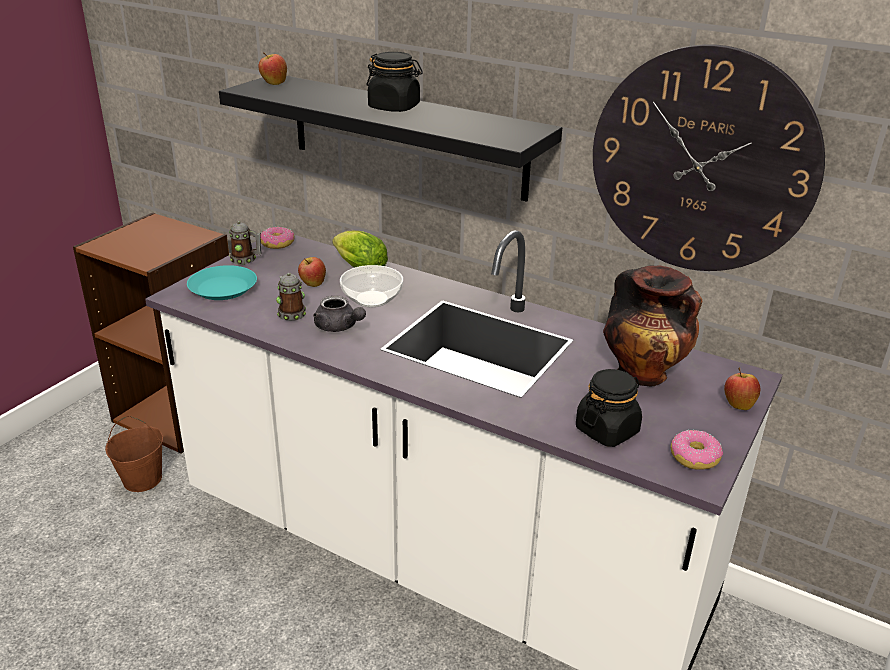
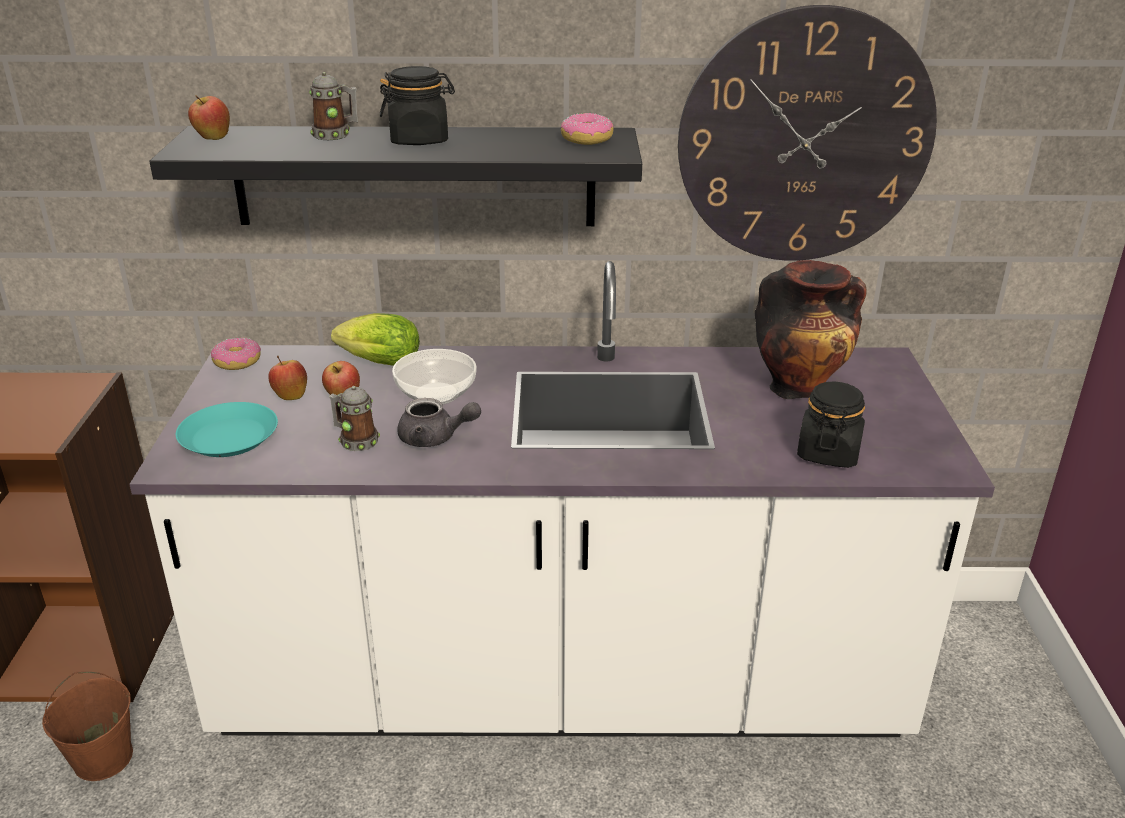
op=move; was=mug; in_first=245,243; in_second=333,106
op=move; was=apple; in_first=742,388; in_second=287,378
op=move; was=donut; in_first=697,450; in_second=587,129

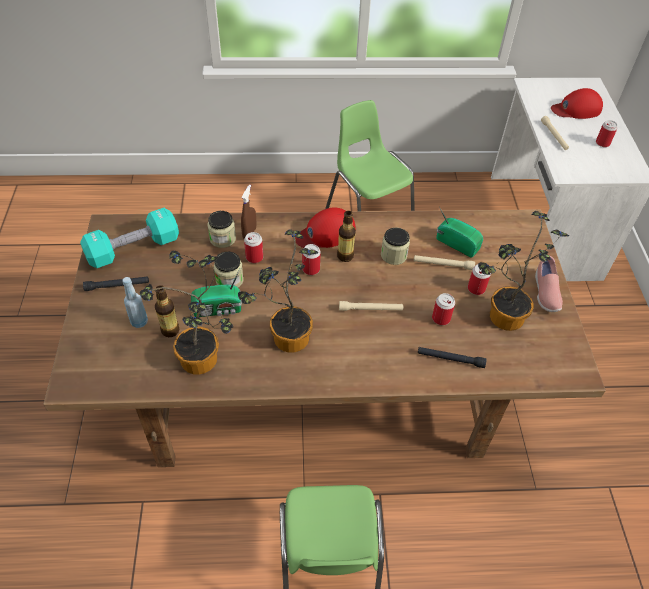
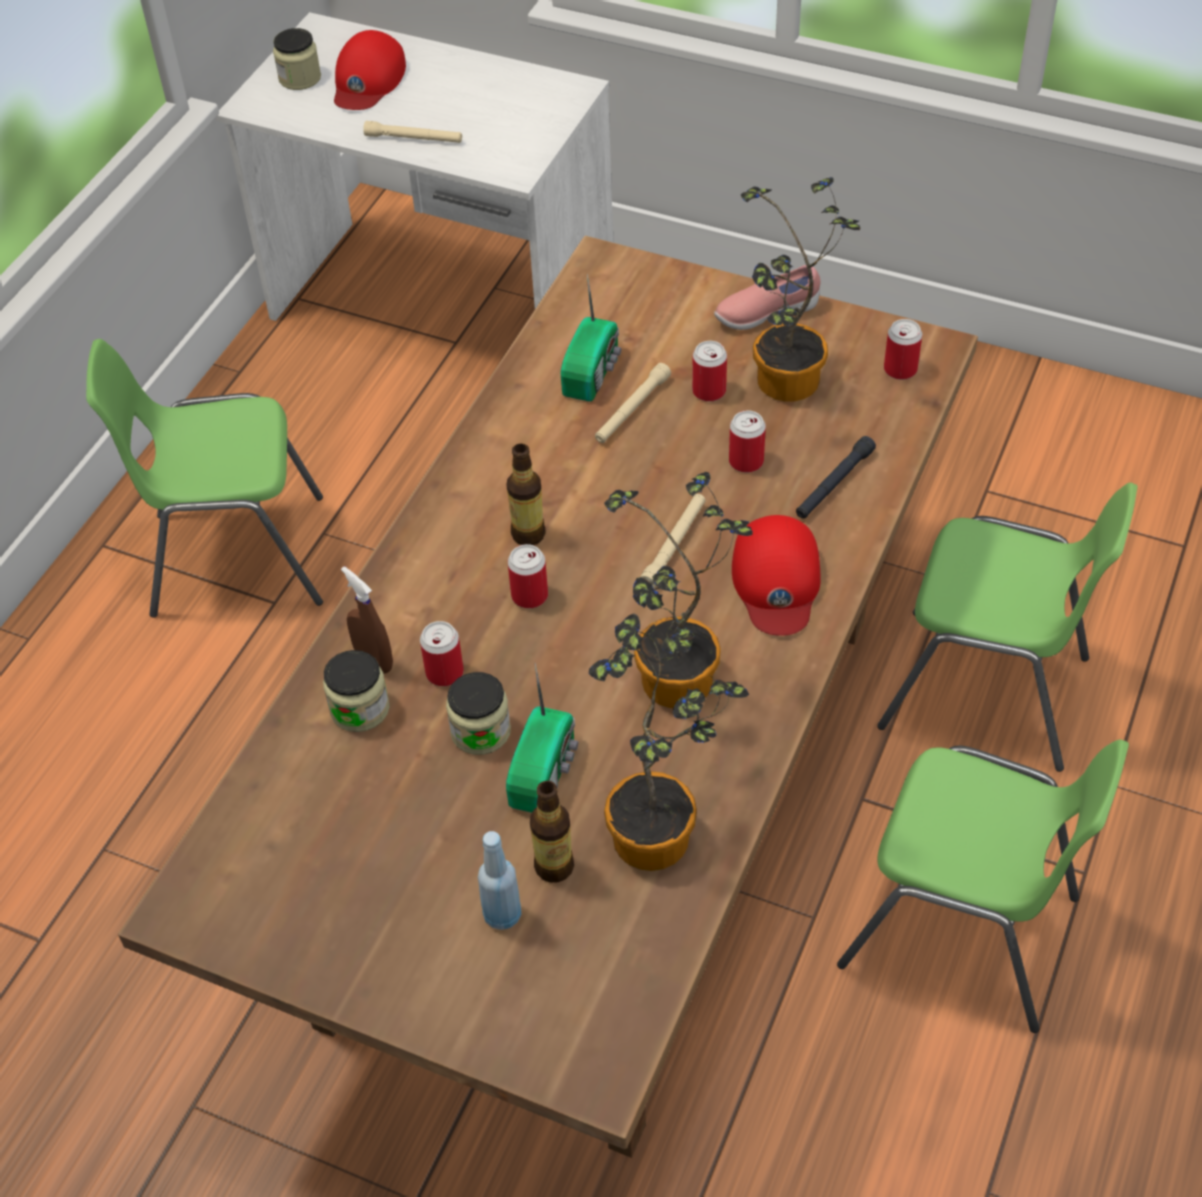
op=move; was=can; in_first=607,133; in_second=903,349
op=move; was=red cap; in_first=325,227; in_second=776,575
op=rotate; was=radio; in_first=459,232; in_second=591,338; clockwise=135
op=delete; was=turquoise dumbbell; in_first=129,238
op=move; was=jar; in_first=395,246; in_second=297,59
op=rotate; was=pink shoe; in_first=549,284; in_second=767,297; clockwise=135
op=delete; was=black flashlight; in_first=116,284
op=insert; now=green chair; in_second=1007,627

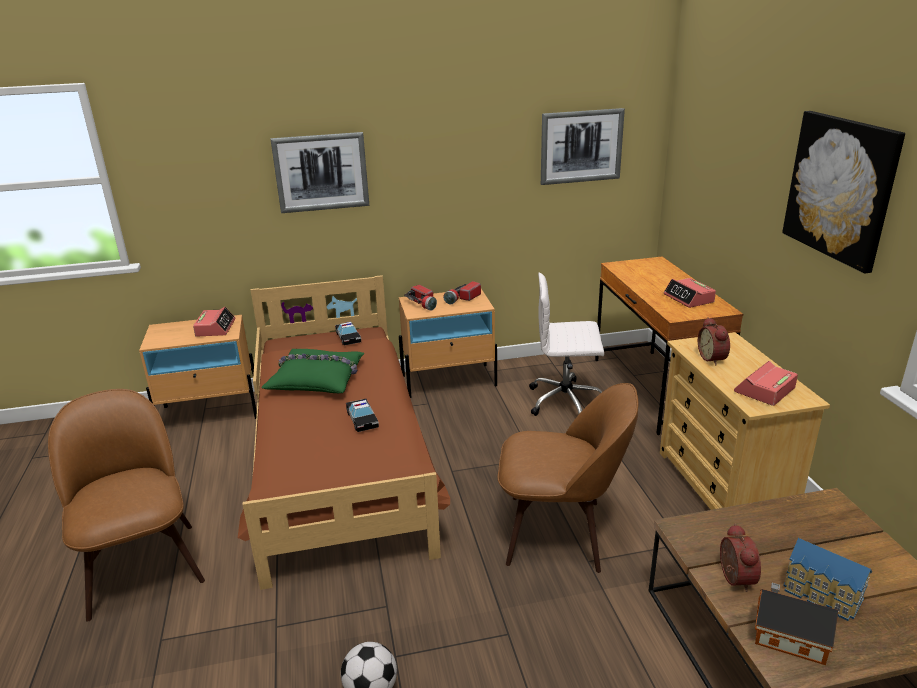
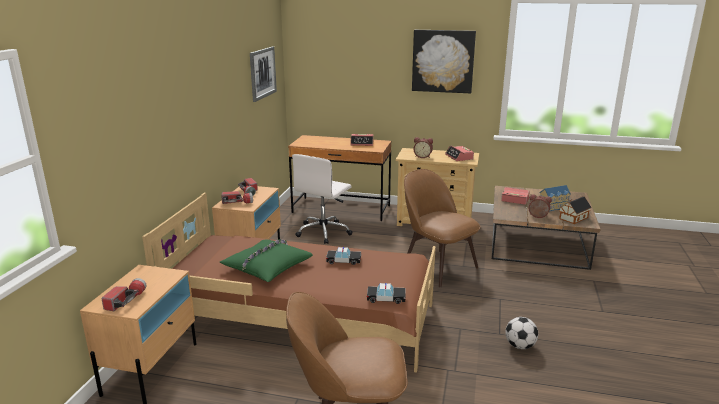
op=delete; was=picture; in_first=320,172
op=move; was=alarm clock; in_first=214,322; in_second=515,196
op=move; was=toy car; in_first=348,333; in_second=386,293
op=rotate; was=brown chair; in_first=568,478; in_second=442,228; clockwise=-75
op=insert; now=flashlight; in_second=124,294

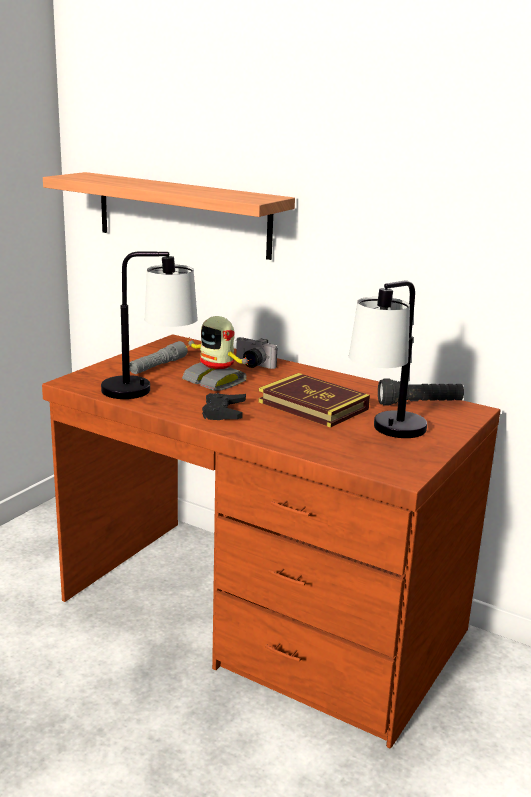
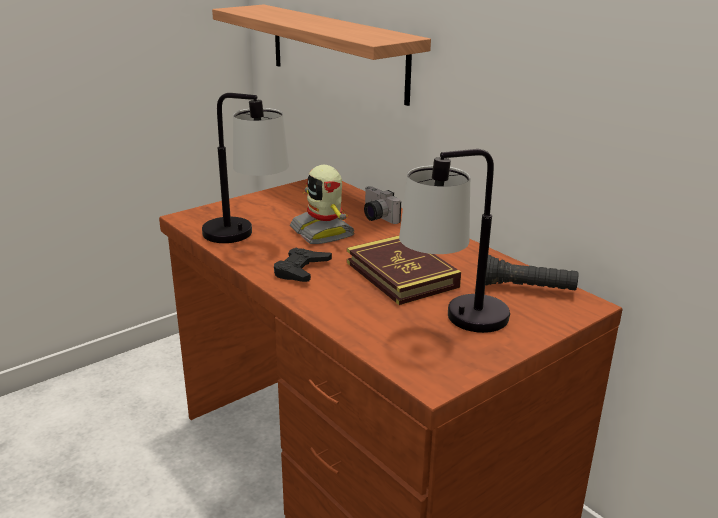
op=delete; was=grey flashlight; in_first=159,357

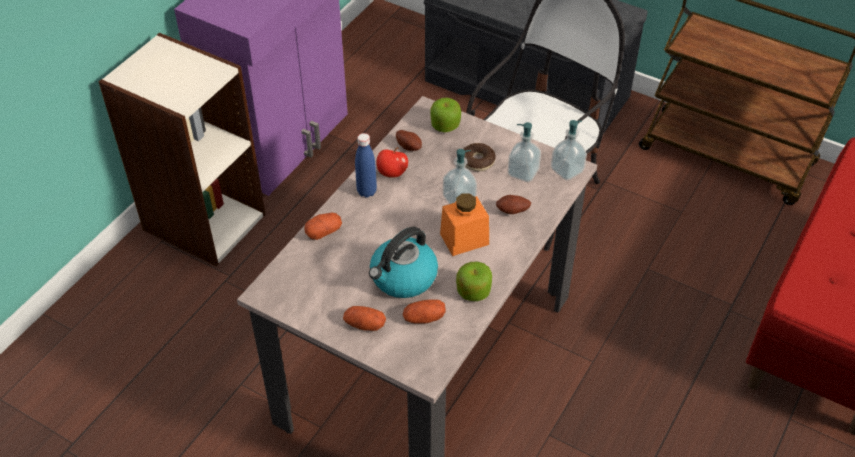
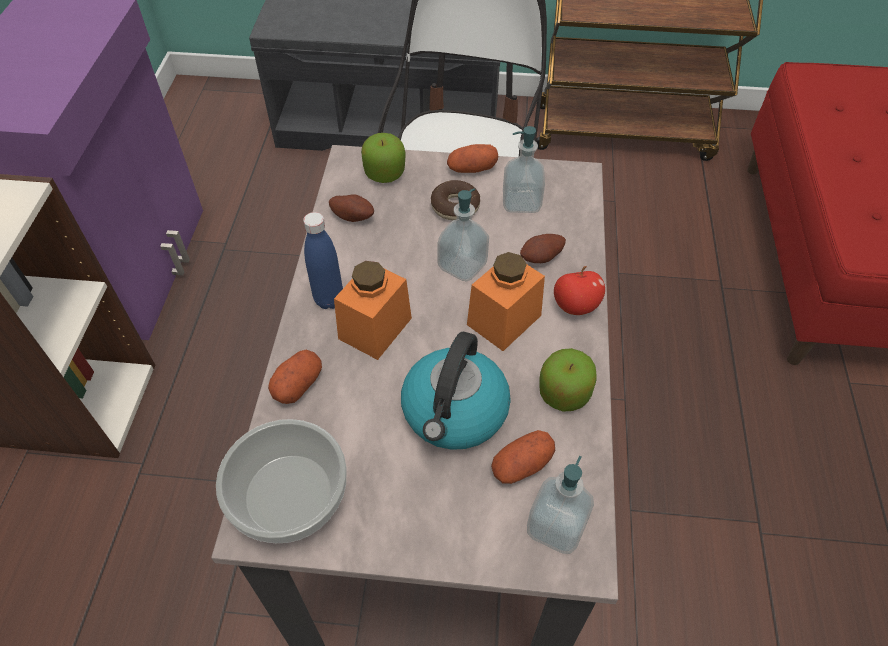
op=move; was=soap dispenser; in_first=569,150; in_second=560,505
op=move; was=apple; in_first=392,162; in_second=579,290
op=move; was=potato; in_first=364,318; in_second=472,158
op=insert; now=orange jar; in_second=373,310
op=insert; now=bowl; in_second=281,481

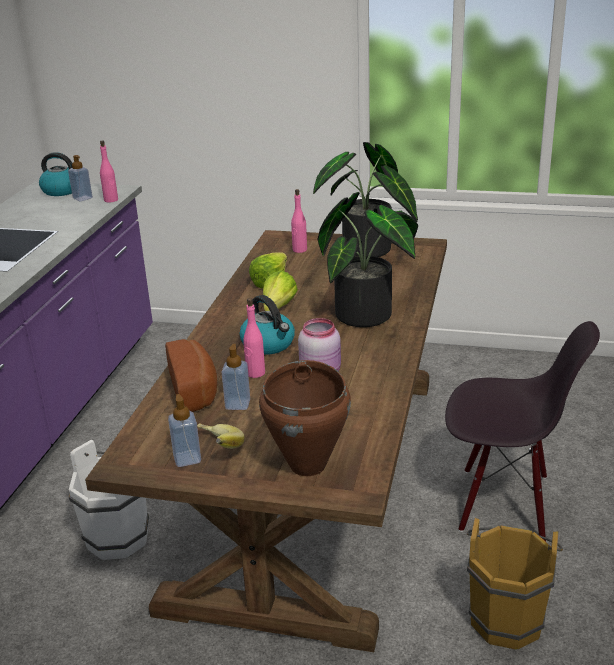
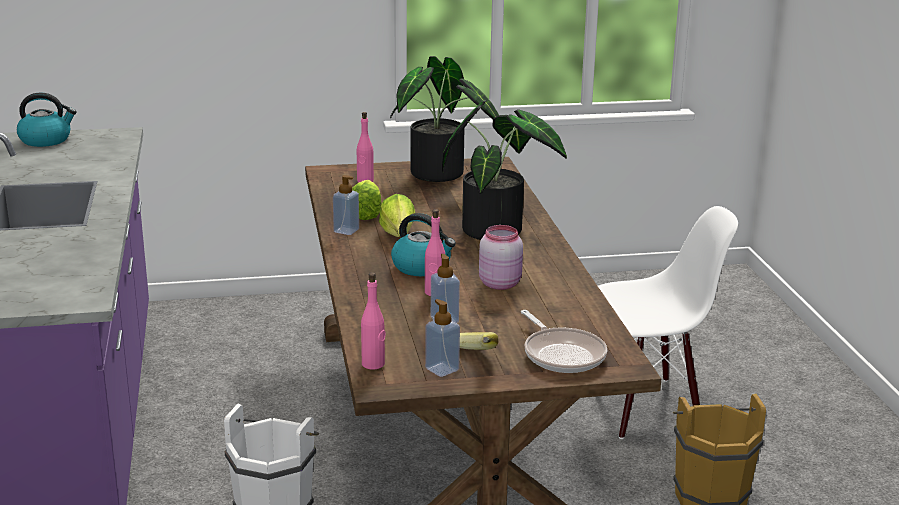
op=move; was=pink bottle; in_first=109,172; in_second=373,320
op=move; was=soap dispenser; in_first=80,178; in_second=346,205
op=recolor; was=black chair; now=white chair; in_first=522,431; in_second=668,322
op=delete; was=bread; in_first=191,375
op=replace; was=brown cooking pot; now=frying pan; in_first=305,418; in_second=564,341

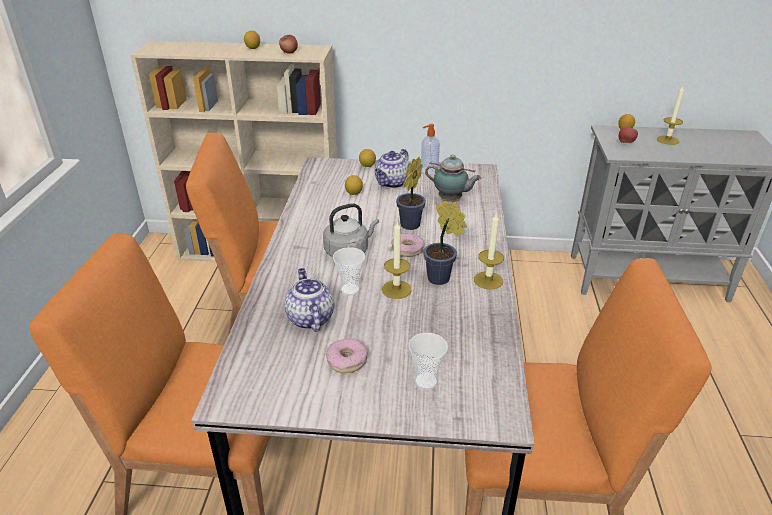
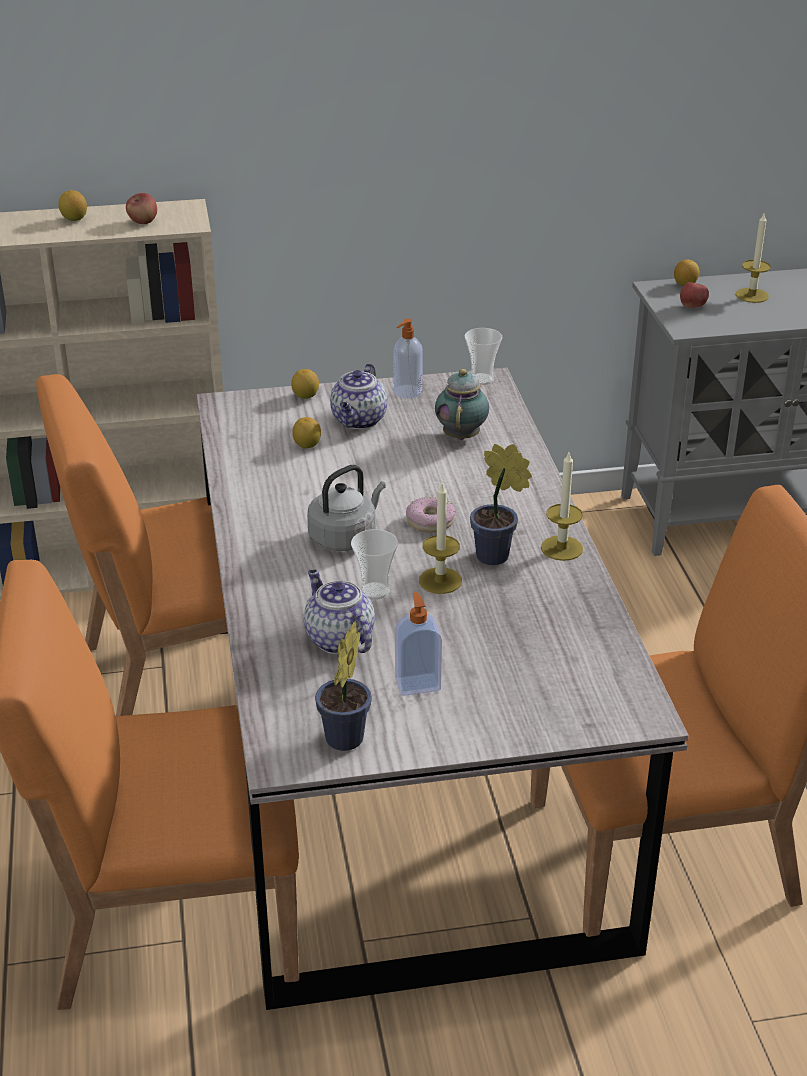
op=rotate; was=teapot; in_first=453,177; in_second=462,404; clockwise=-90
op=move; was=potted plant; in_first=411,193; in_second=343,686
op=move; was=cup; in_first=428,361; in_second=483,356
op=replace; was=donut; now=soap dispenser; in_first=347,355; in_second=418,644

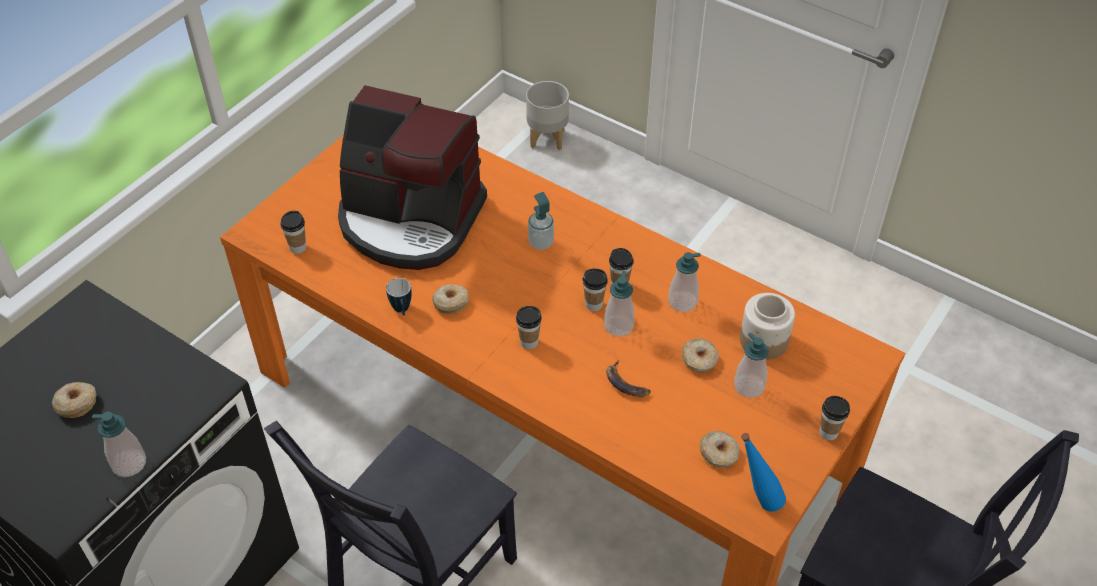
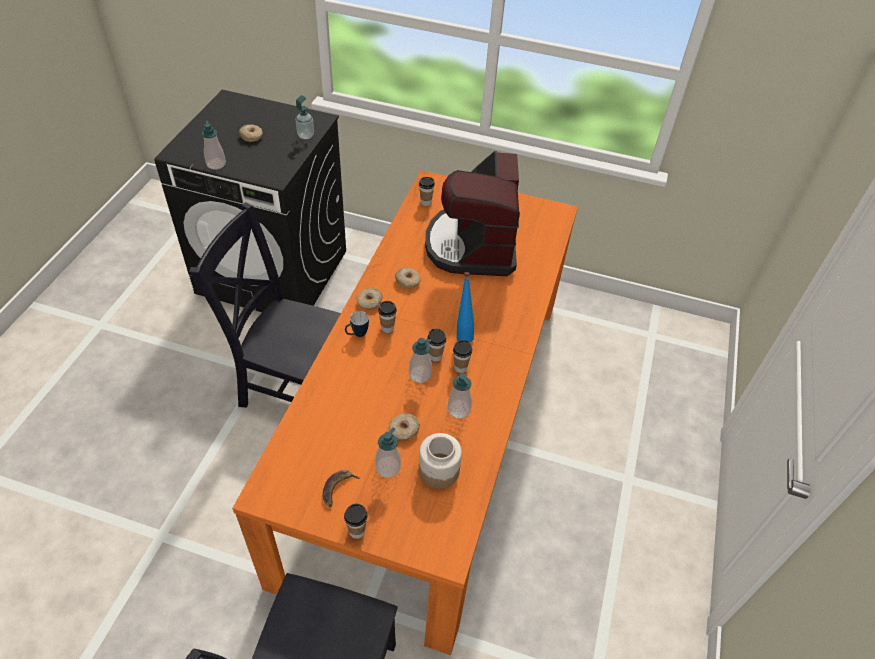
op=delete; was=grey planter; in_first=547,115
op=move; was=soap dispenser; in_first=541,221; in_second=304,117
op=move; was=mug; in_first=398,297; in_second=357,324
op=move; was=banana; in_first=628,378; in_second=342,488
op=move; was=donut; in_first=720,449; in_second=370,299
op=move; was=blue bottle; in_first=763,472; in_second=465,307

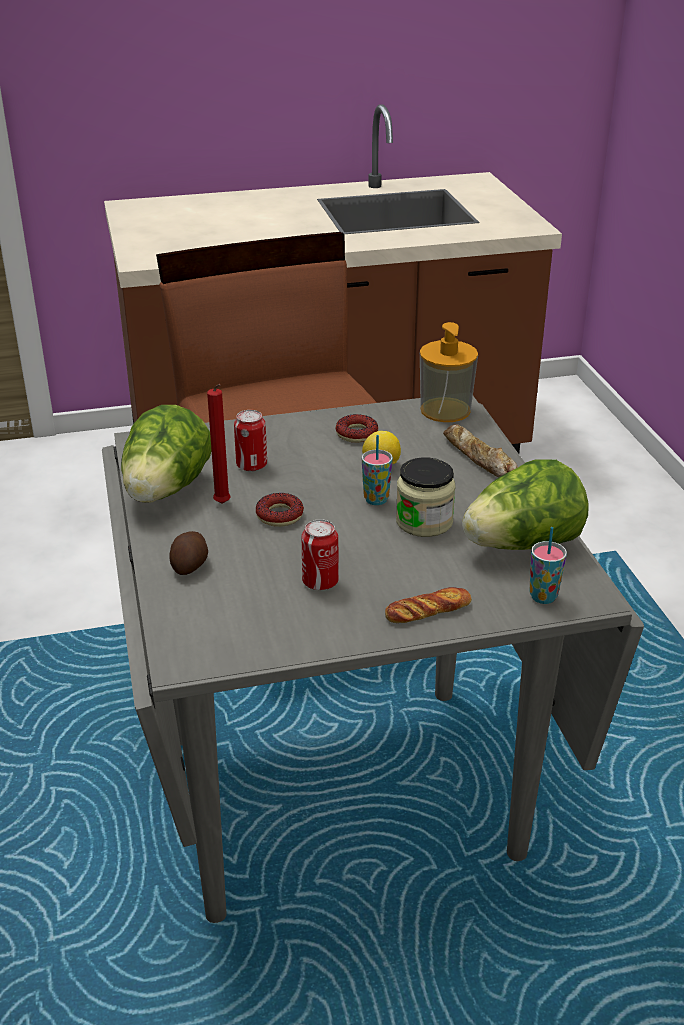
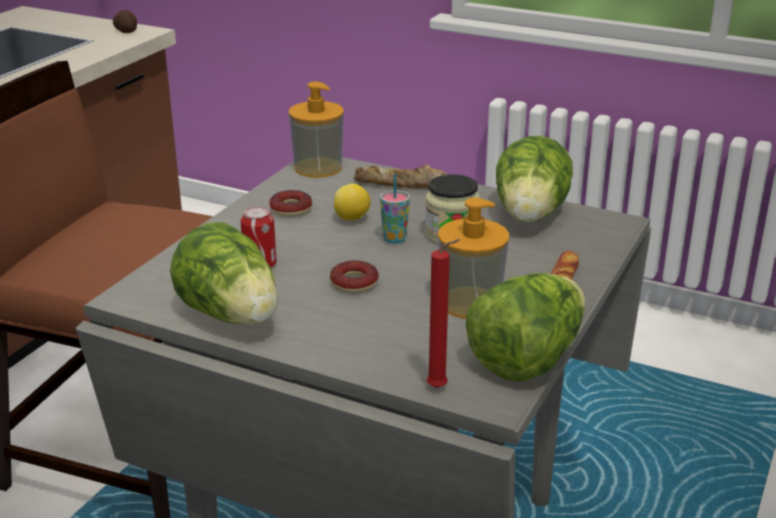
op=move; was=red candle; in_first=219,444; in_second=443,313
op=replace; was=can; now=soap dispenser; in_first=320,554; in_second=473,258
op=delete; was=cup; in_first=548,565
op=move; was=potato; in_first=188,553; in_second=125,21
op=insert; now=lettuce; in_second=525,327

